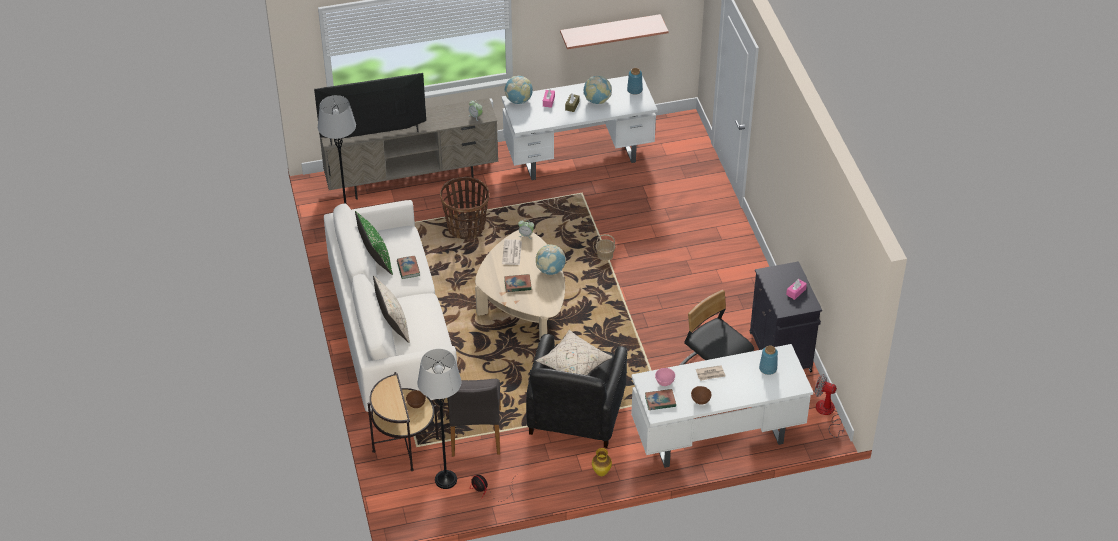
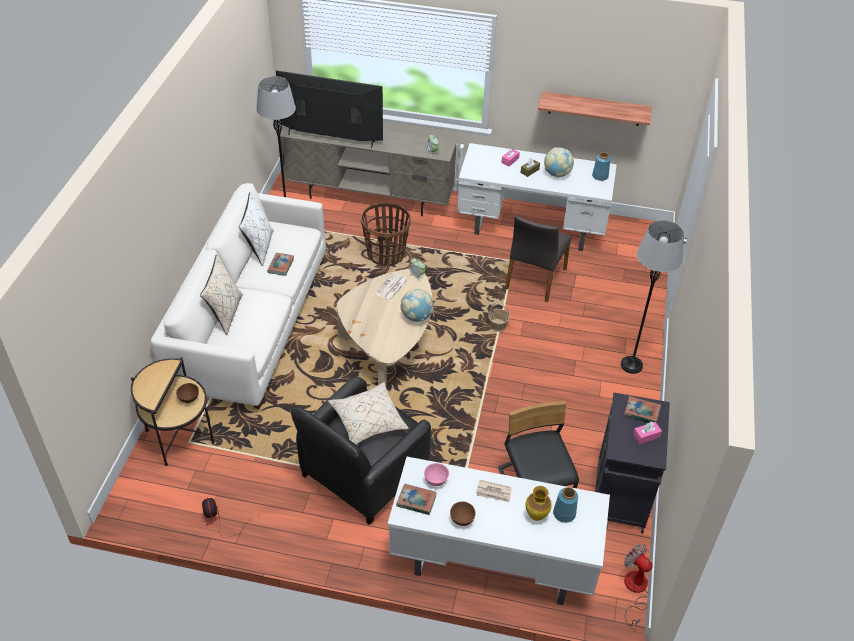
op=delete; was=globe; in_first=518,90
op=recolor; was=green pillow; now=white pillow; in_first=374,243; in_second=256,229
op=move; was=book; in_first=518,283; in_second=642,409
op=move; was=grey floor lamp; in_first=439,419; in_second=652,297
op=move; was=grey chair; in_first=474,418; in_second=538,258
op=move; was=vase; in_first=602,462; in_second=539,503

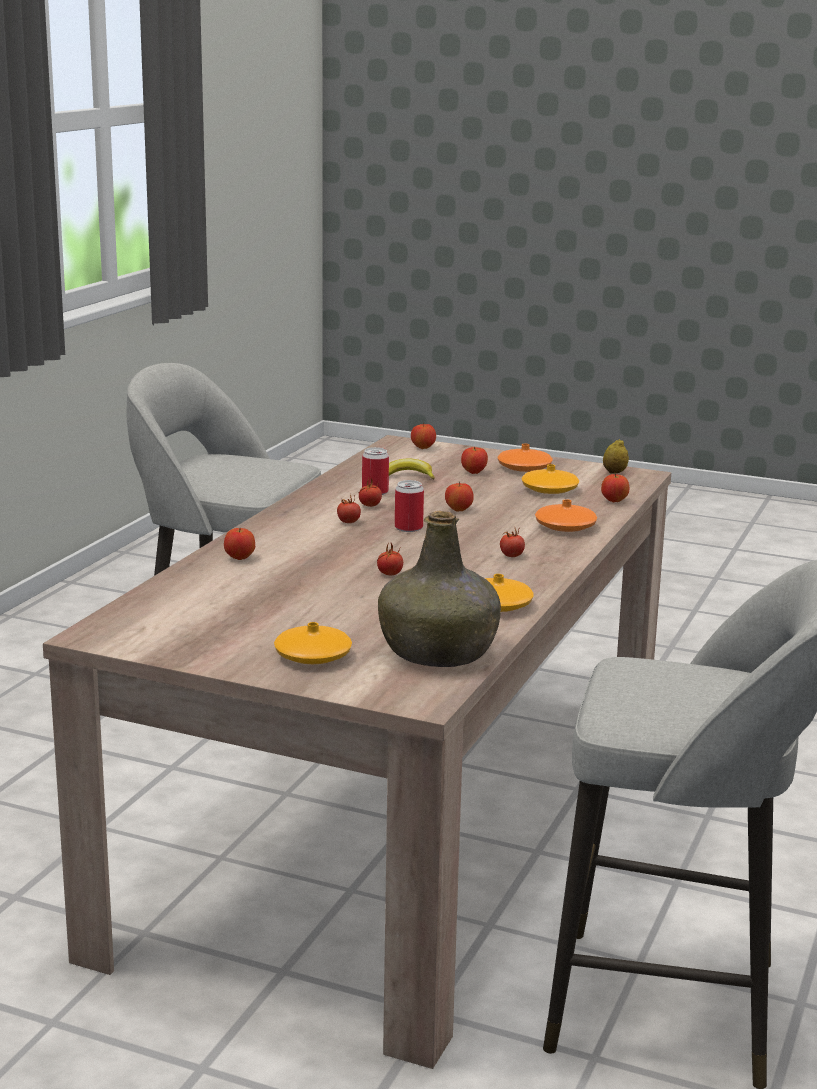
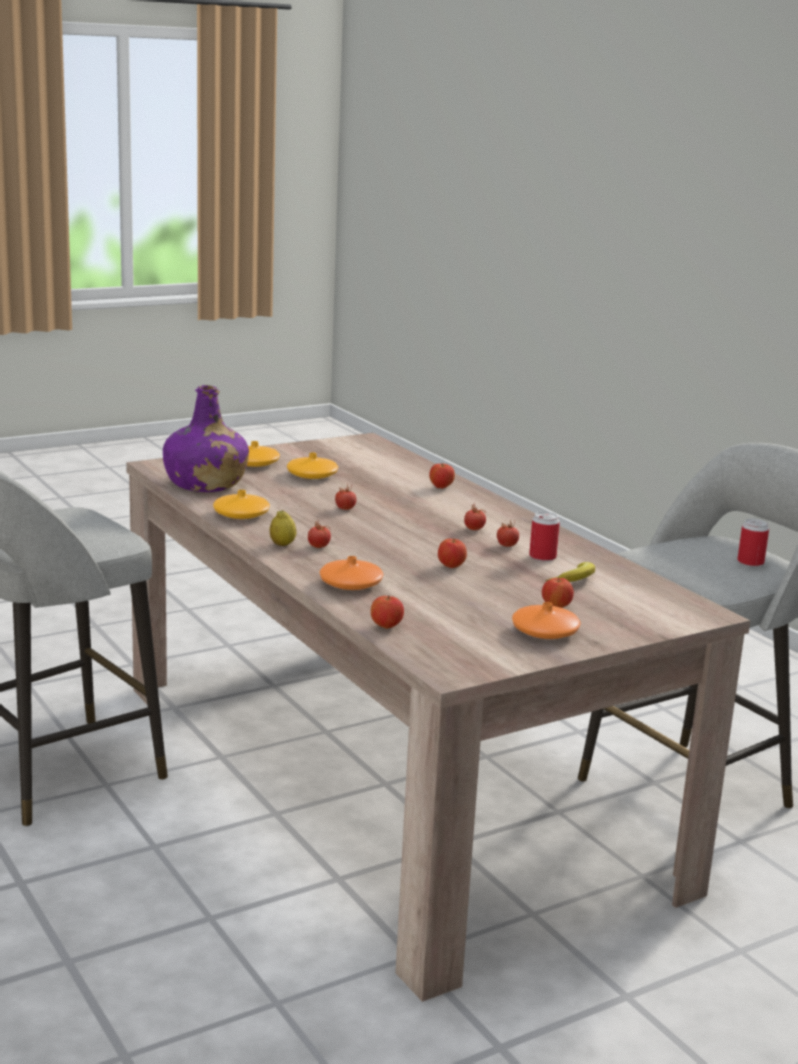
op=delete; was=apple; in_first=423,435
op=move; was=lemon; in_first=616,456; in_second=283,528
op=move; was=orange vase; in_first=550,479; in_second=312,466
op=move; was=can; in_first=409,506; in_second=753,543
op=recolor; was=green bottle; now=purple bottle; in_first=439,589; in_second=206,438

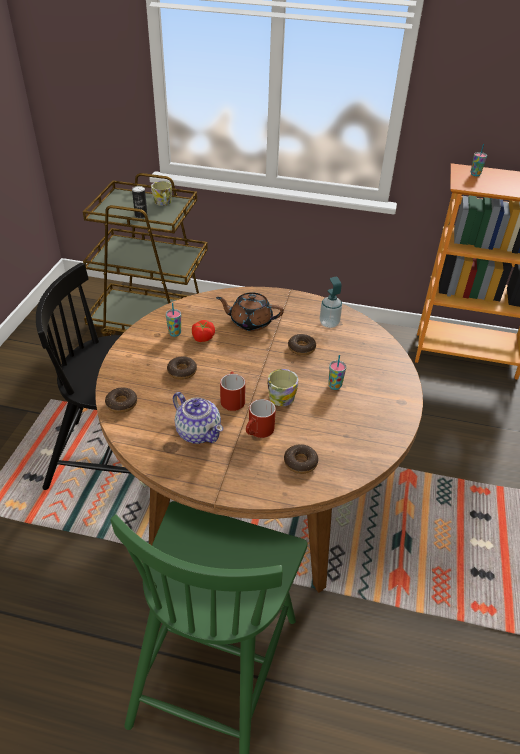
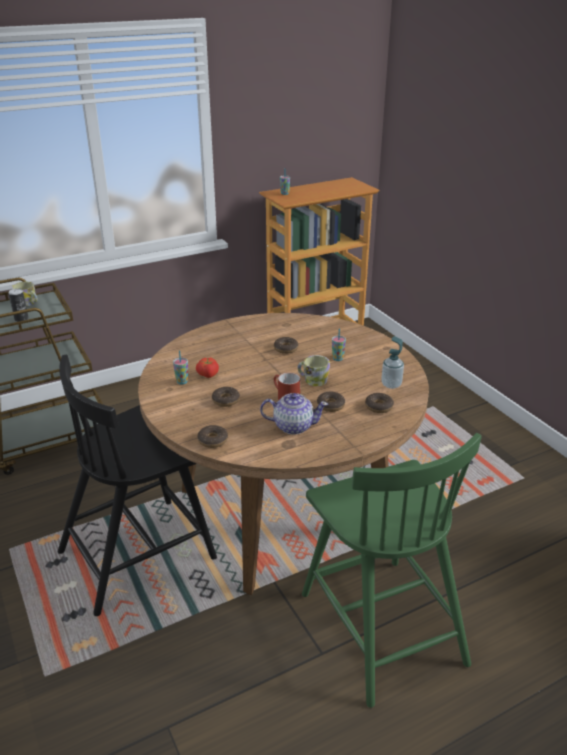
op=move; was=soap dispenser; in_first=331,302; in_second=392,362
op=delete; was=brown teapot; in_first=250,311
op=replace; was=red mug; now=donut; in_first=261,418; in_second=331,401

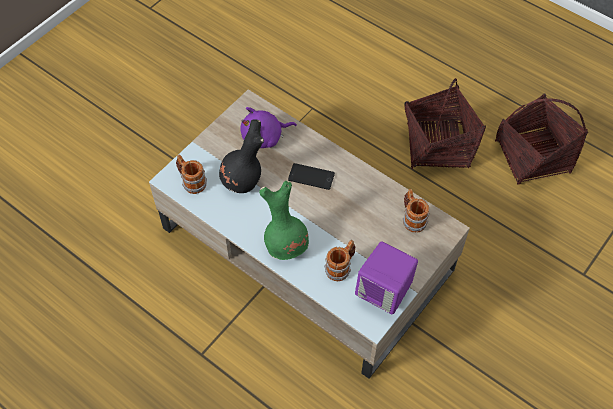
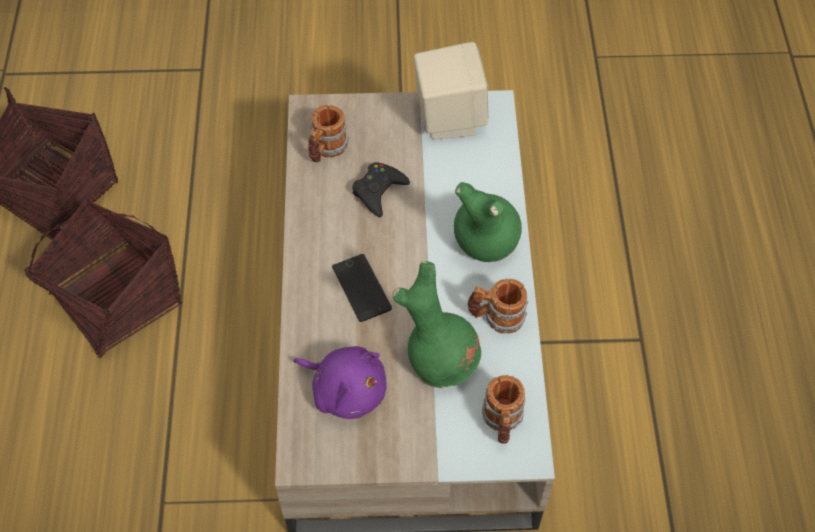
op=recolor; was=black vase; now=green vase; in_first=241,156; in_second=436,324
op=move; was=mug; in_first=339,260; in_second=498,306
op=recolor; was=purple speaker; now=beige speaker; in_first=386,277; in_second=451,90
op=insert; now=black game controller; in_second=381,189

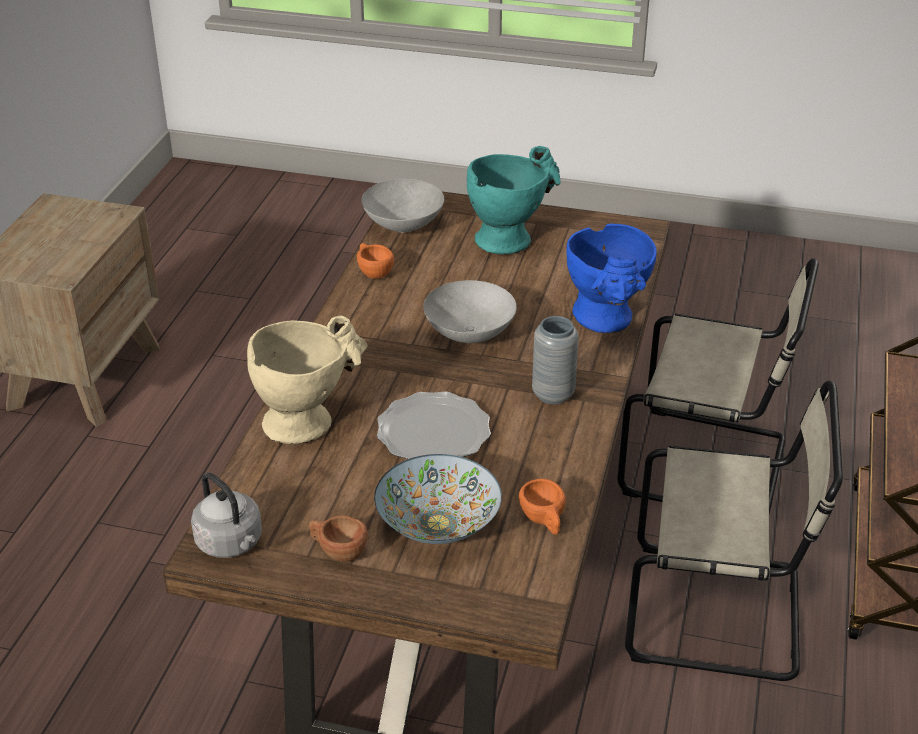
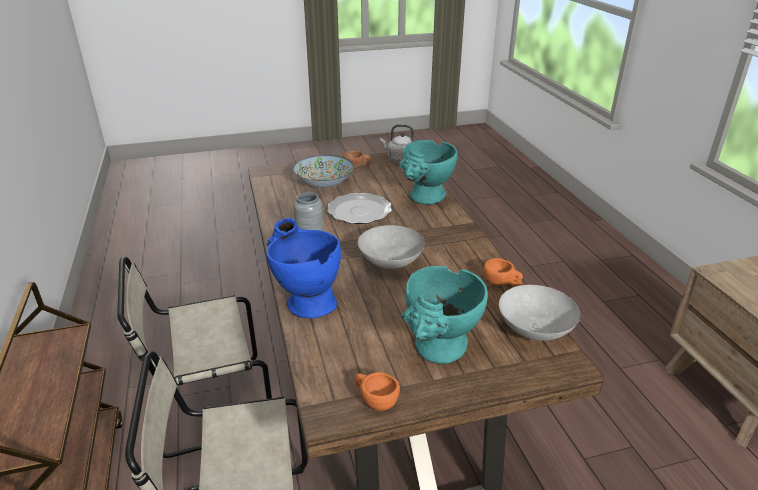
op=recolor; was=beige vase; now=turquoise vase; in_first=307,380; in_second=428,172
op=move; was=orange cup; in_first=542,507; in_second=377,391

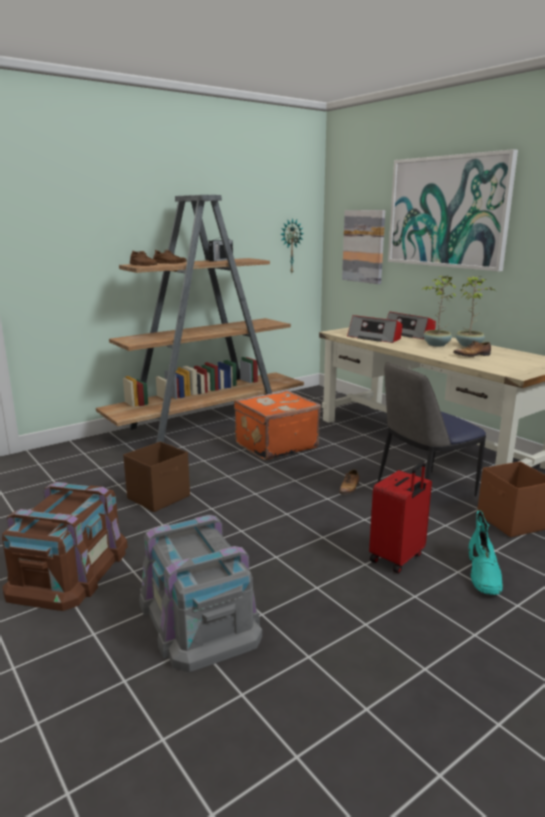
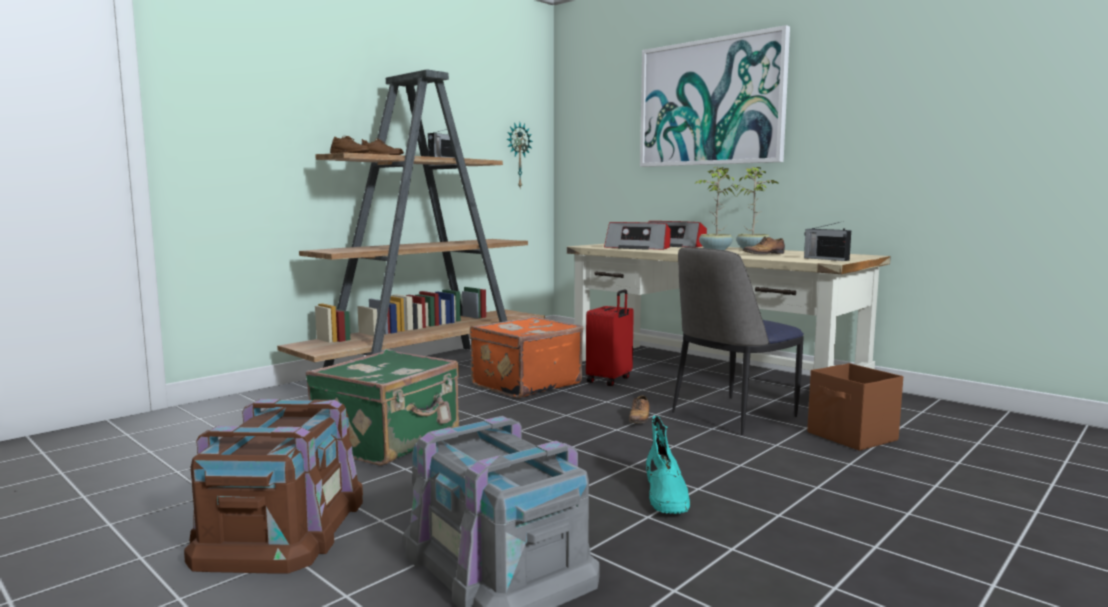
op=delete; was=picture; in_first=363,247
op=replace; was=brown storage box; now=green suitcase; in_first=156,476; in_second=382,408
op=move; was=red suitcase; in_first=400,518; in_second=610,337
op=move; was=turquoise boot; in_first=486,552; in_second=668,464
op=insert; now=radio; in_second=827,241

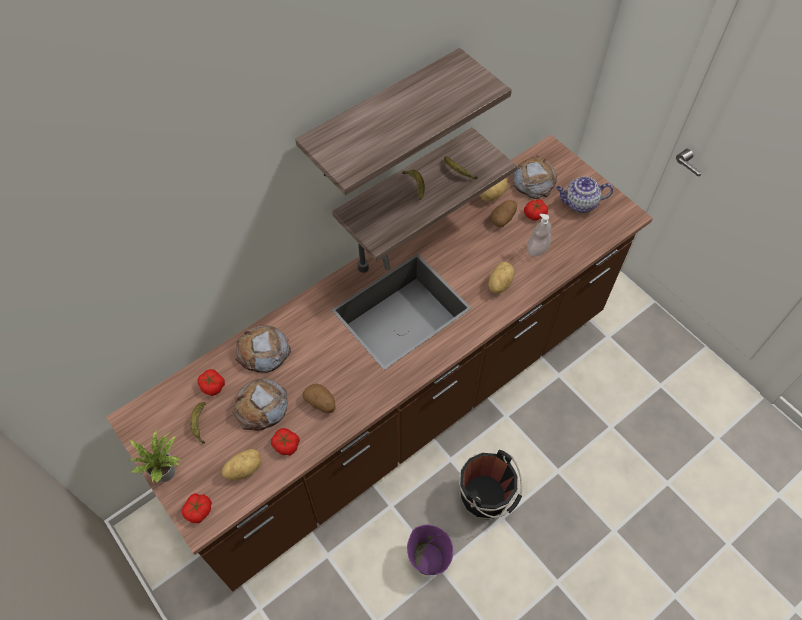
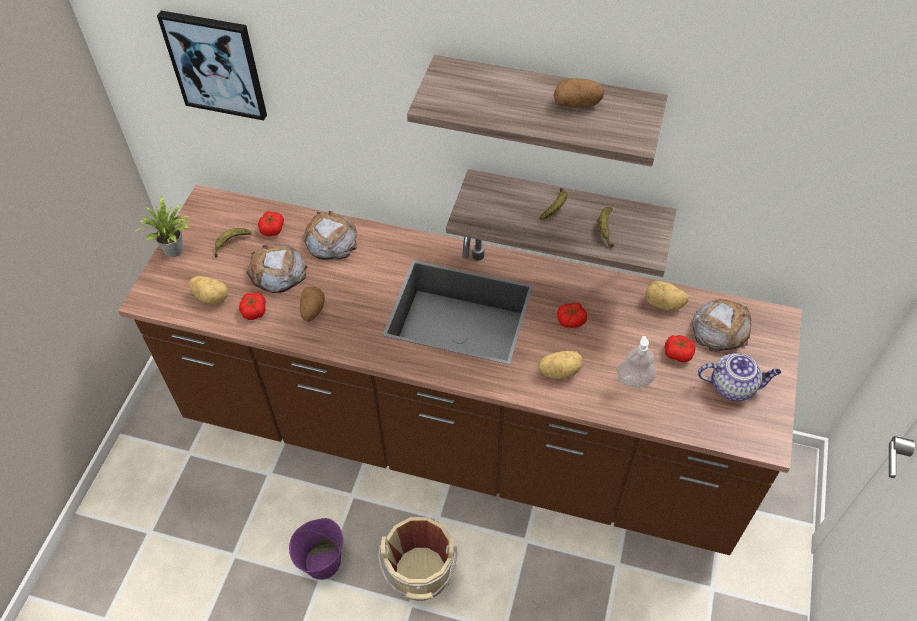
op=rotate; was=teapot; in_first=584,194; in_second=739,377; clockwise=135
op=move; was=potato; in_first=504,214; in_second=579,93
op=recolor; was=black bucket; now=beige bucket; in_first=490,485; in_second=418,559
op=move; was=tomato; in_first=197,508; in_second=572,315
op=insert; now=picture; in_second=212,66

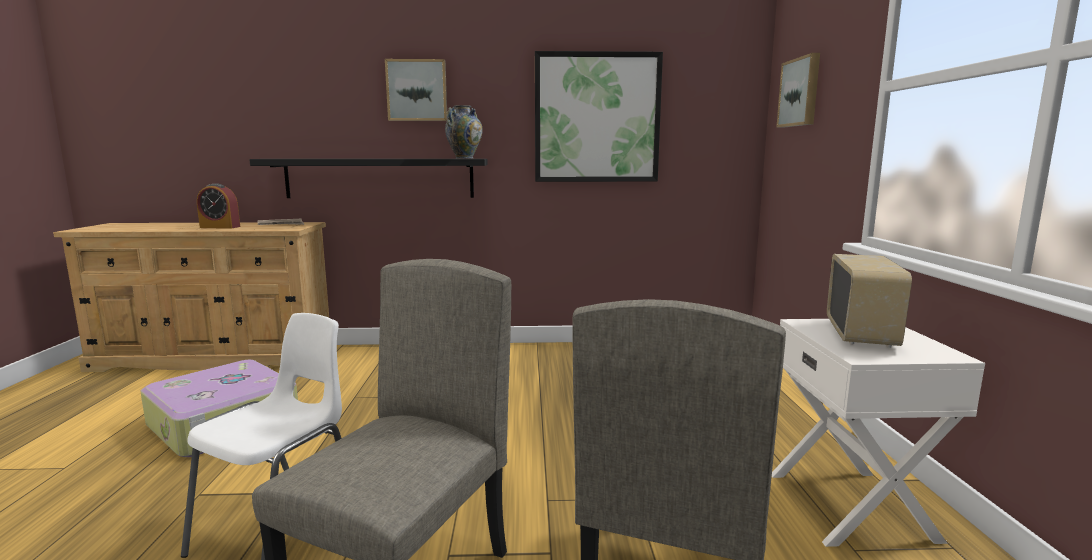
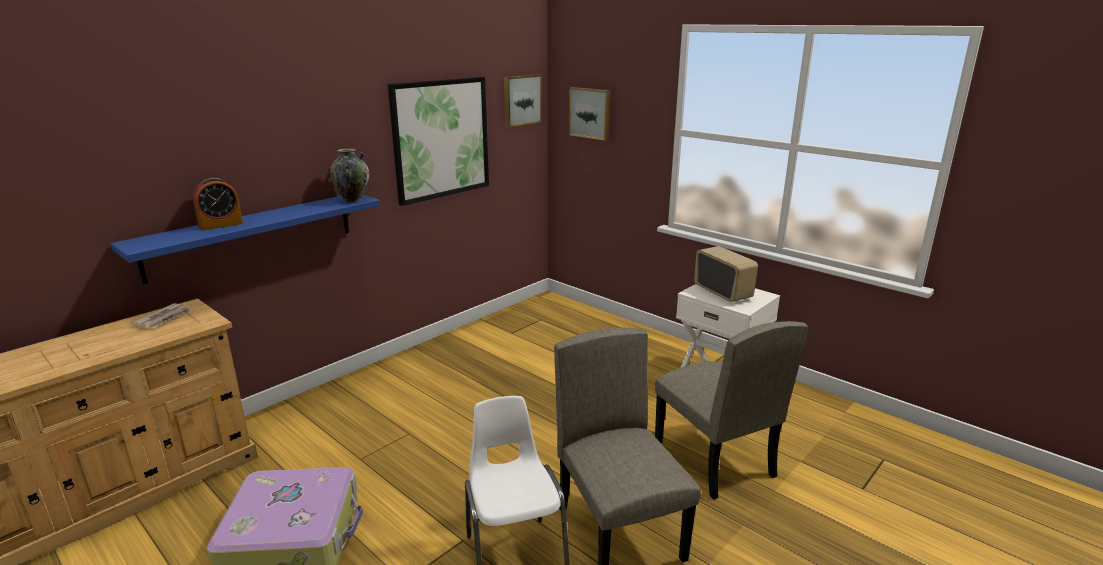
op=move; was=picture; in_first=416,90; in_second=523,100
op=recolor; was=black shelf; now=blue shelf; in_first=368,178; in_second=245,239
op=move; was=alarm clock; in_first=218,206; in_second=217,204

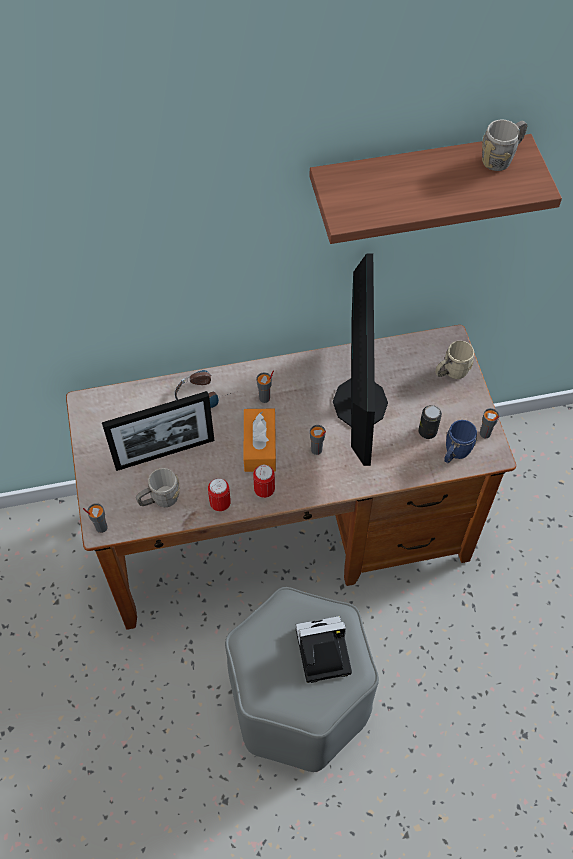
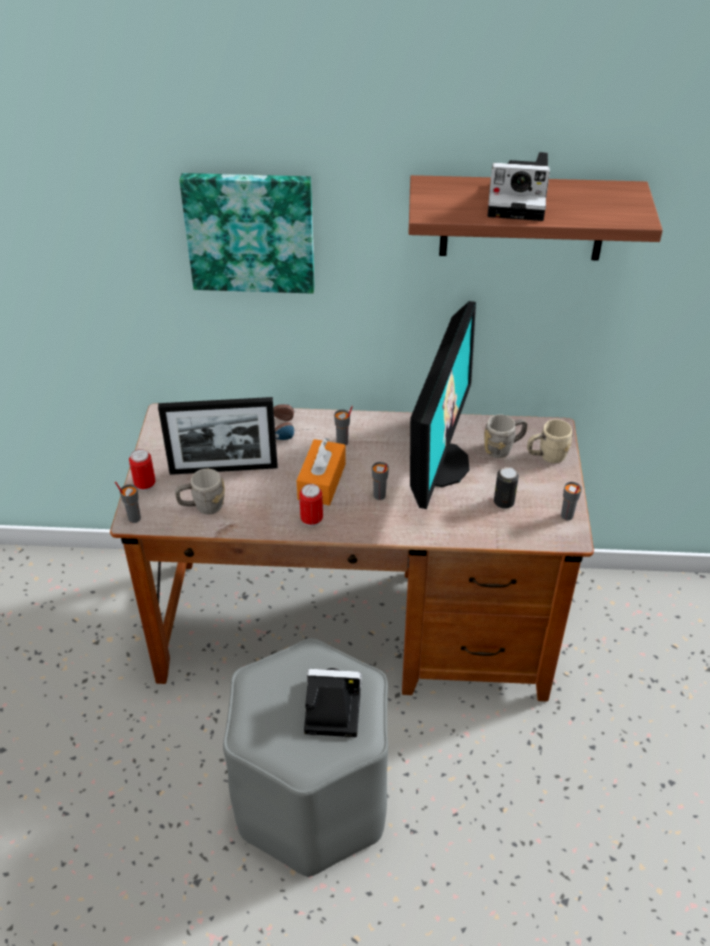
op=move; was=grey mug; in_first=504,145; in_second=505,436
op=delete; was=blue mug; in_first=460,441
op=move; was=can; in_first=219,494; in_second=142,470
op=insert; now=photo camera; in_second=519,186
op=insert; now=picture; in_second=247,233

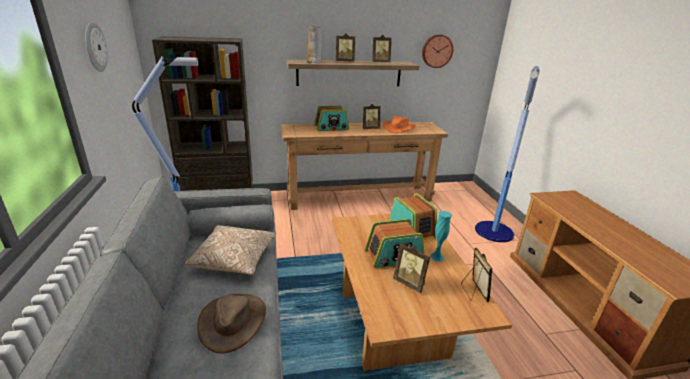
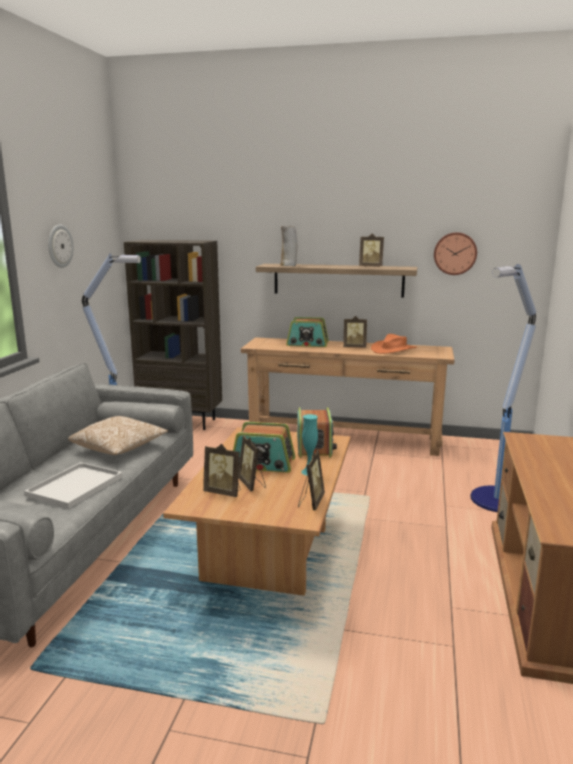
op=move; was=picture frame; in_first=345,47; in_second=222,470
op=replace; was=brown hat; now=white tray; in_first=231,324; in_second=73,485

